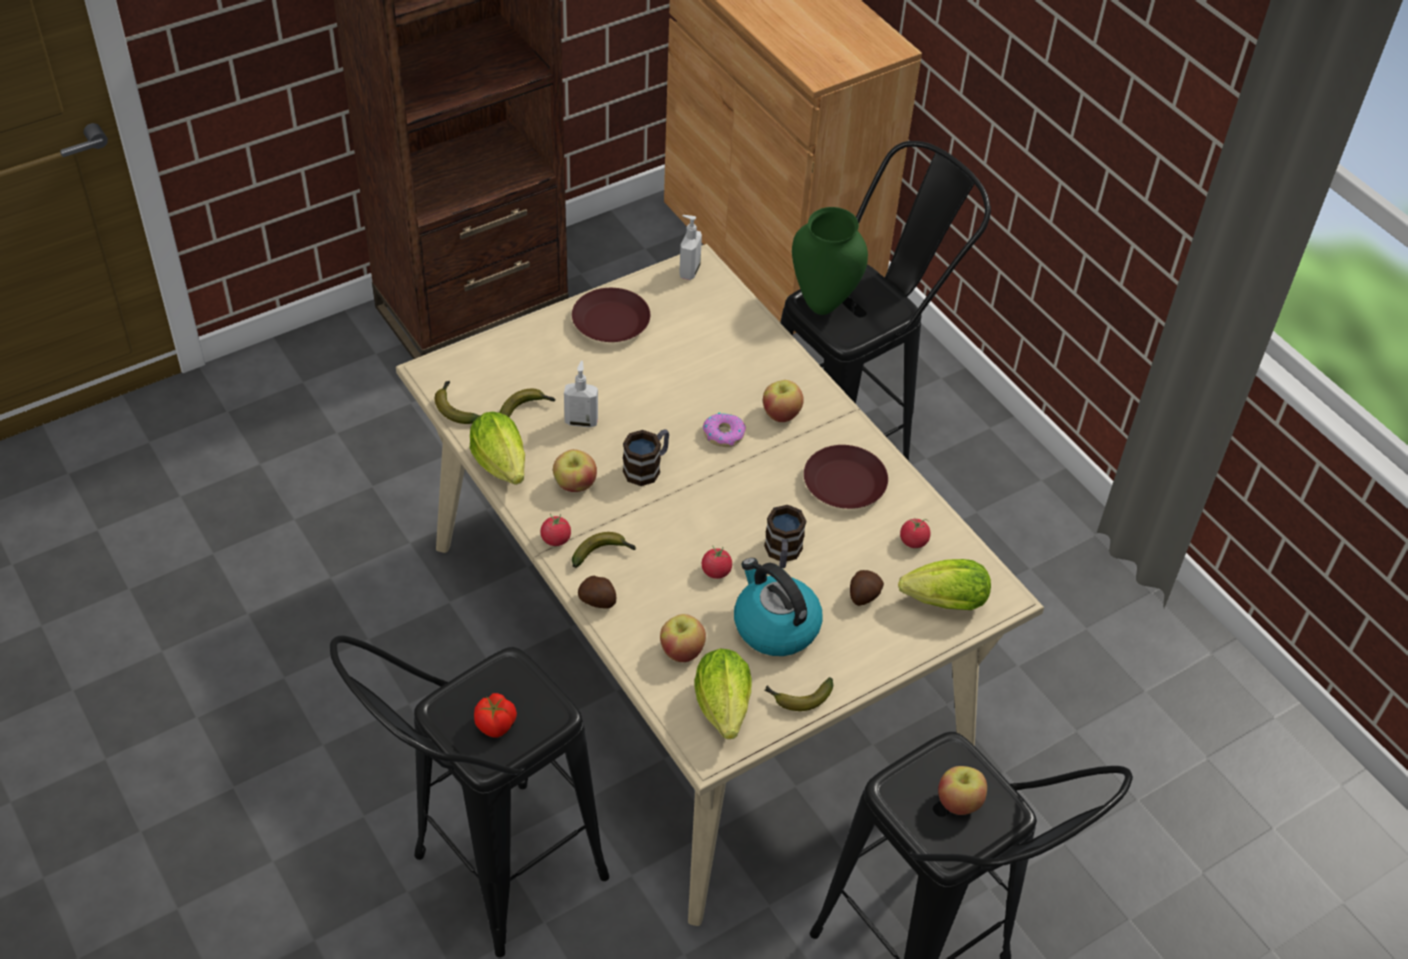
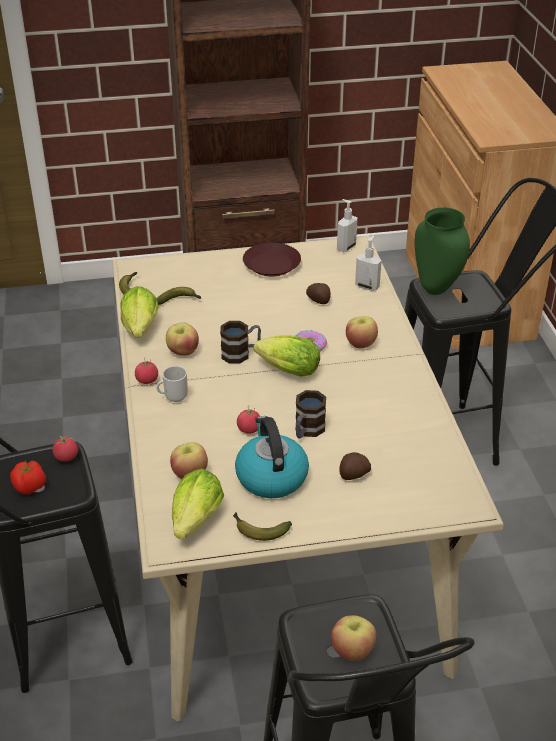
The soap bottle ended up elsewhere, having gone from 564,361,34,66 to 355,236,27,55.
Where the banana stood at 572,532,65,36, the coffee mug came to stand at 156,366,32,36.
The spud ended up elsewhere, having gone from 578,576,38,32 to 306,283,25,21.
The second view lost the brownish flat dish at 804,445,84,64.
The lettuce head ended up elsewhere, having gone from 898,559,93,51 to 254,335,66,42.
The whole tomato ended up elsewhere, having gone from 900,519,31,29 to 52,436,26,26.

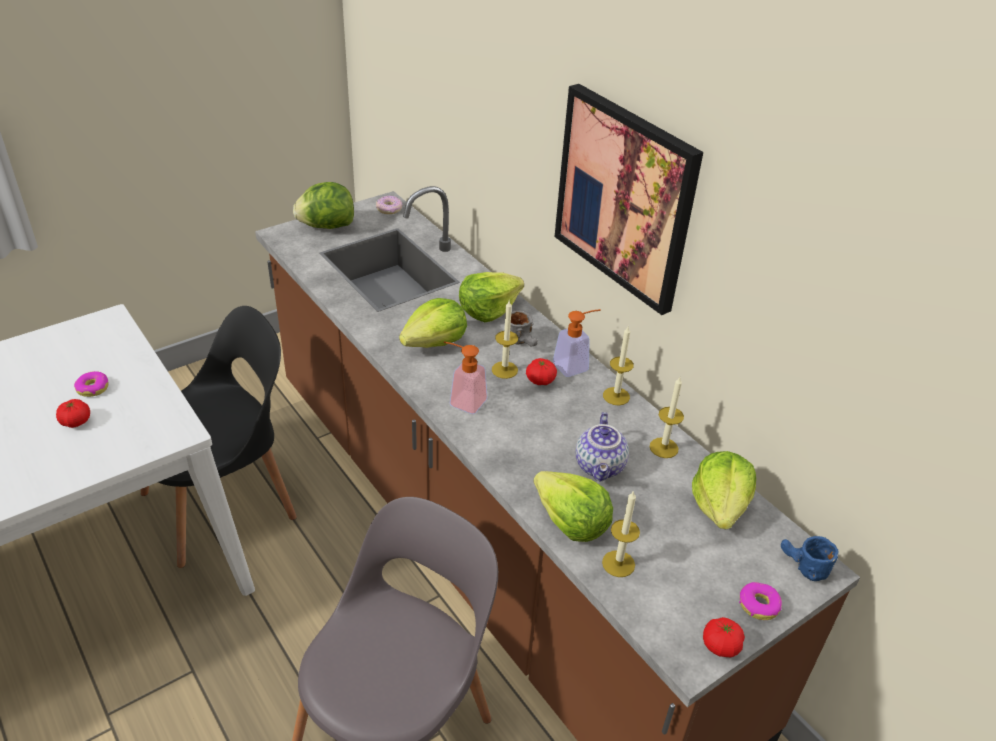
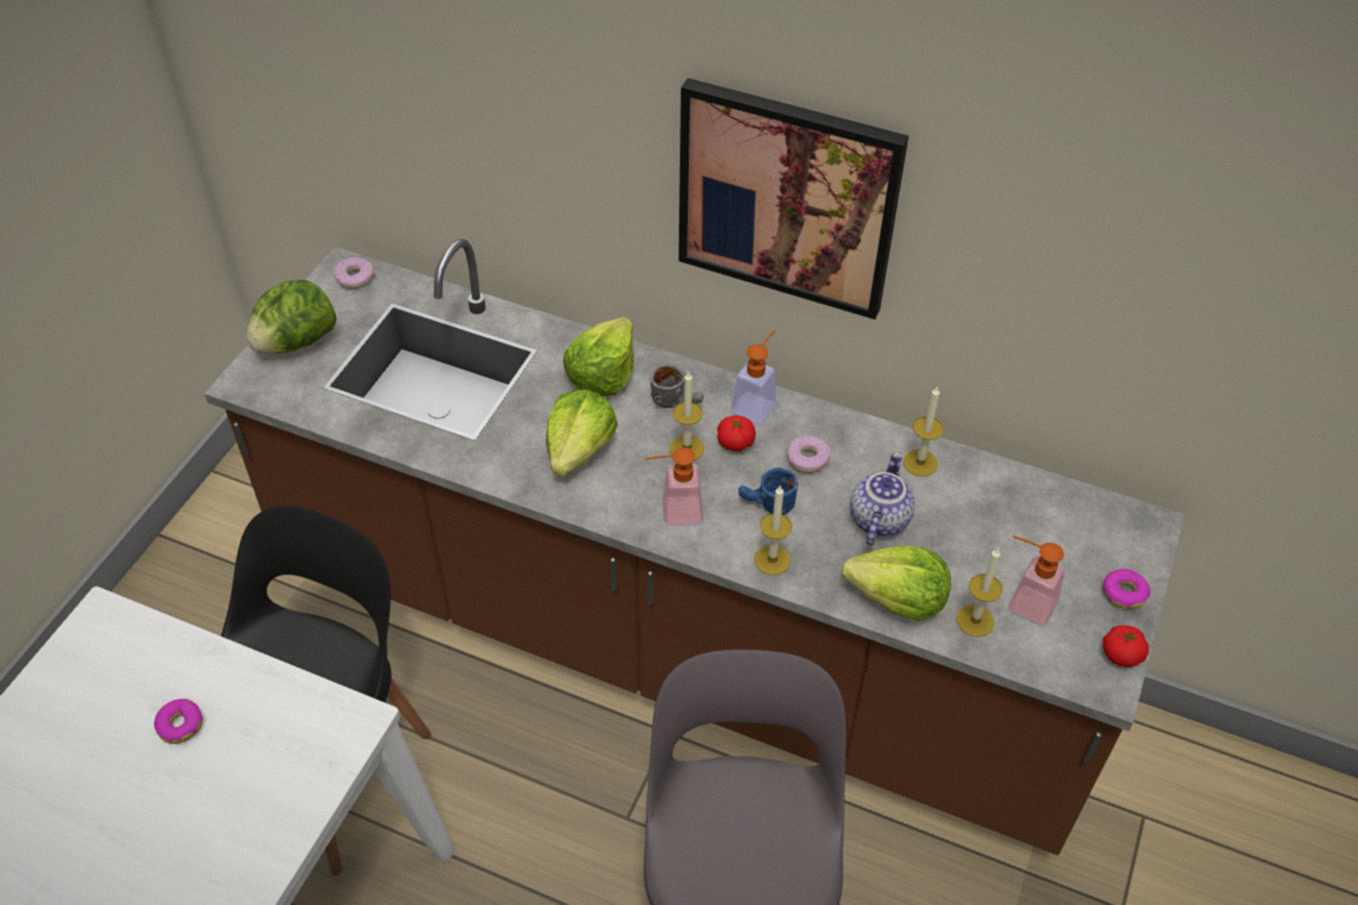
The second view lost the whole tomato at 56,399,34,29.
The pot for tea at 576,412,53,70 ended up facing another way, 135 degrees counterclockwise from before.
The wax light ended up elsewhere, having gone from 603,327,31,78 to 754,486,38,89.
The second view lost the lettuce head at 692,451,64,79.
The bluish coffee mug ended up elsewhere, having gone from 781,536,58,45 to 738,467,60,48.
The second view gained the ring doughnut at 787,436,44,37.
The second view gained the soap bottle at 1008,535,57,91.

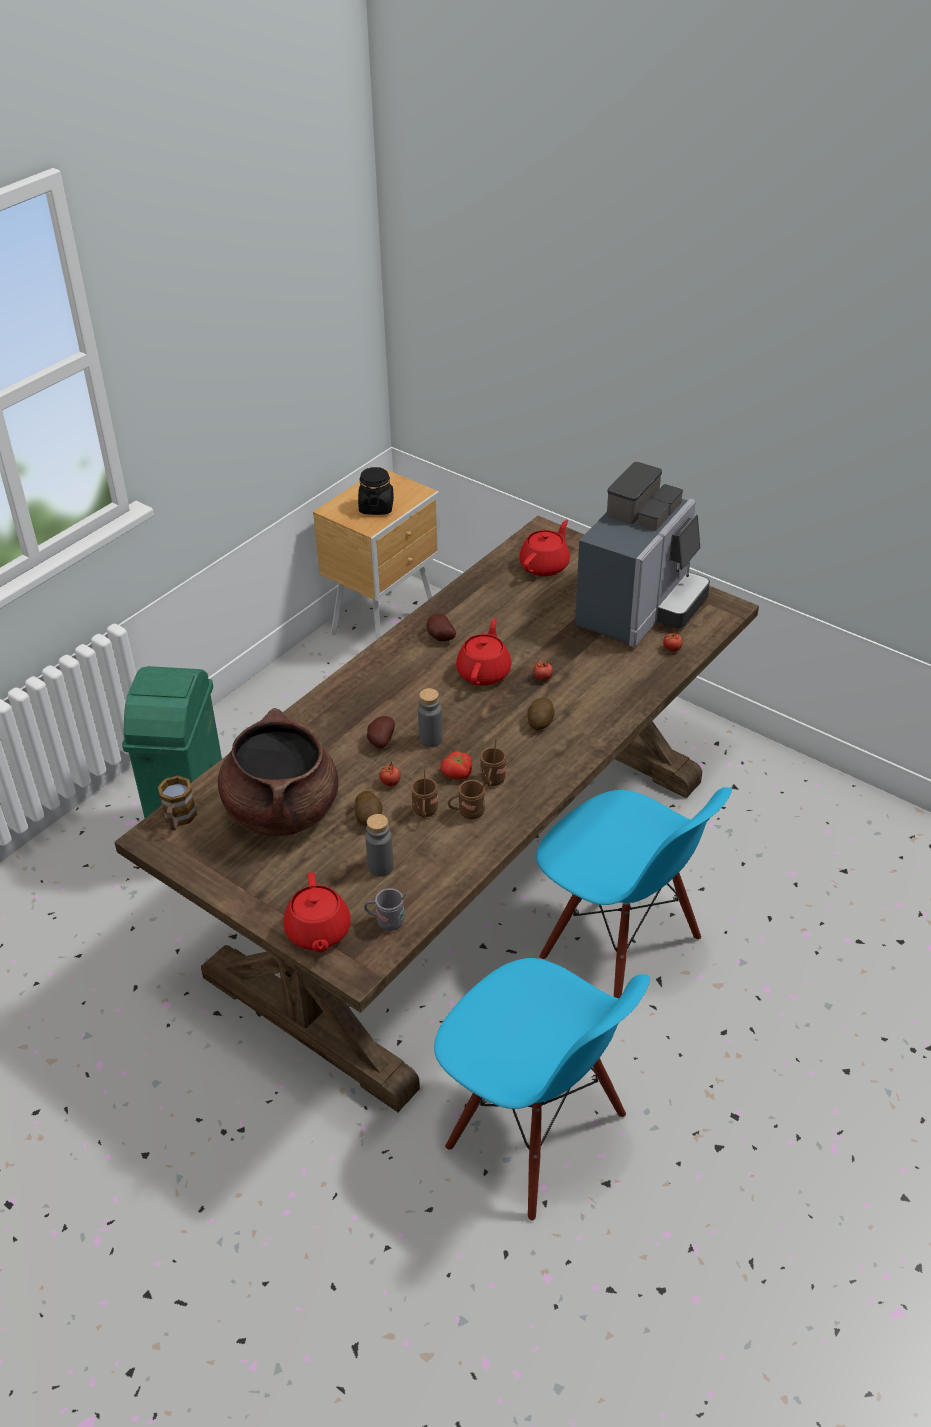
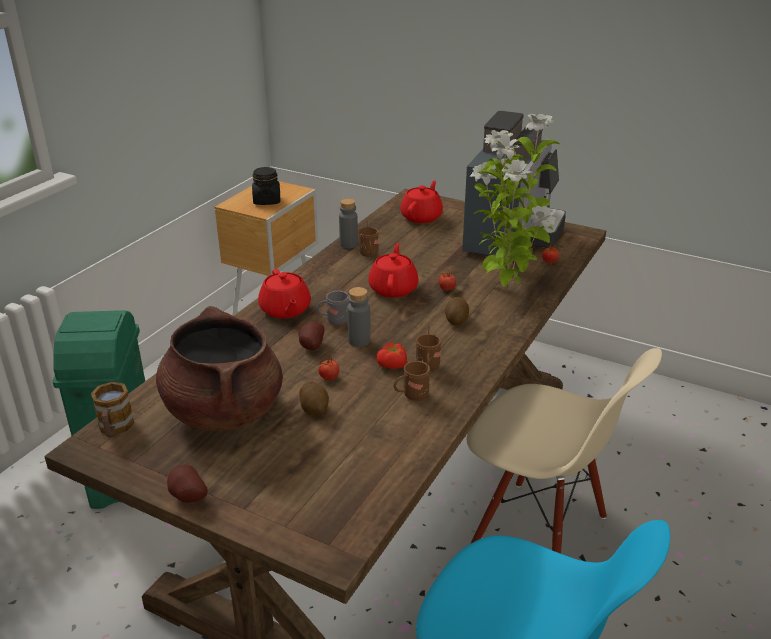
The red-coloured pot for tea ended up elsewhere, having gone from 283,872,68,80 to 258,269,53,50.
The grey coffee mug ended up elsewhere, having gone from 364,888,42,43 to 317,291,32,34.
The grey drink bottle ended up elsewhere, having gone from 365,814,29,63 to 339,199,19,49.
The brownish coffee mug ended up elsewhere, having gone from 411,769,27,49 to 359,221,20,36.
The spud ended up elsewhere, having gone from 427,614,29,27 to 167,465,41,38.
What was the bluish chair at 536,787,196,211 turned into the beige-coloured chair at 467,348,195,206.
The second view gained the potted plant at 470,114,90,176.

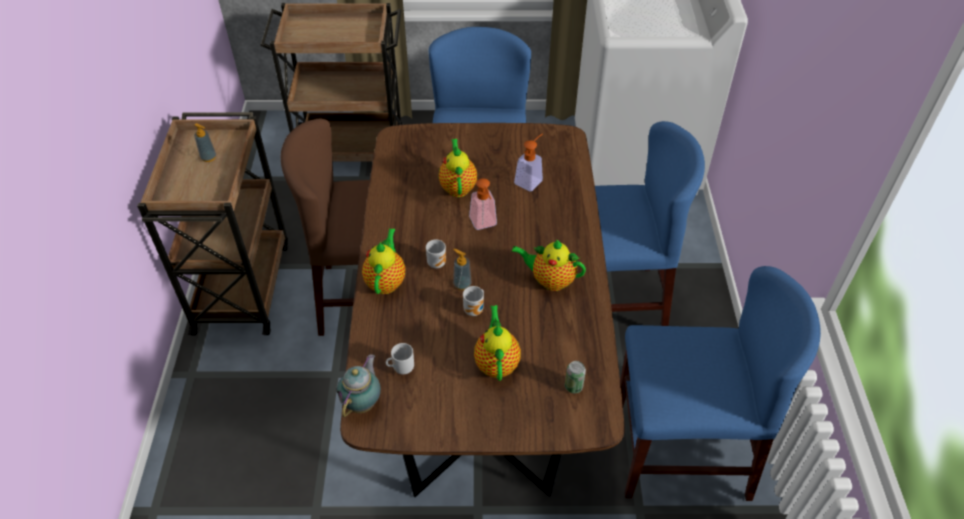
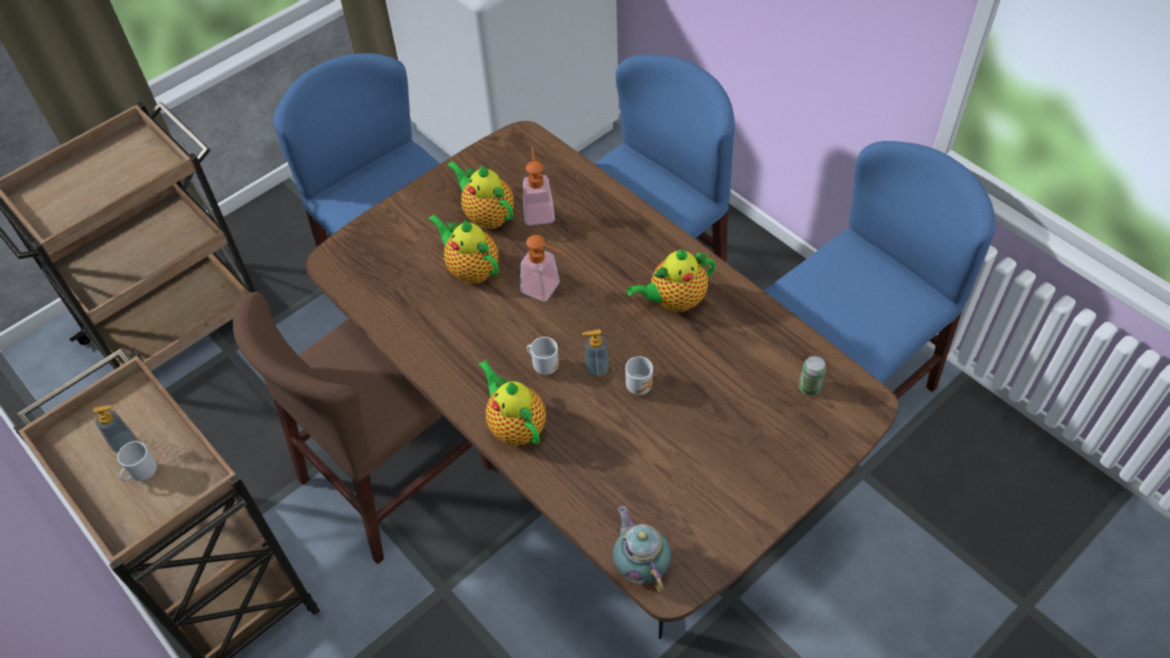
The coffee mug ended up elsewhere, having gone from 386,343,28,31 to 117,441,40,40.
The pot for tea ended up elsewhere, having gone from 474,305,47,76 to 447,161,67,68.

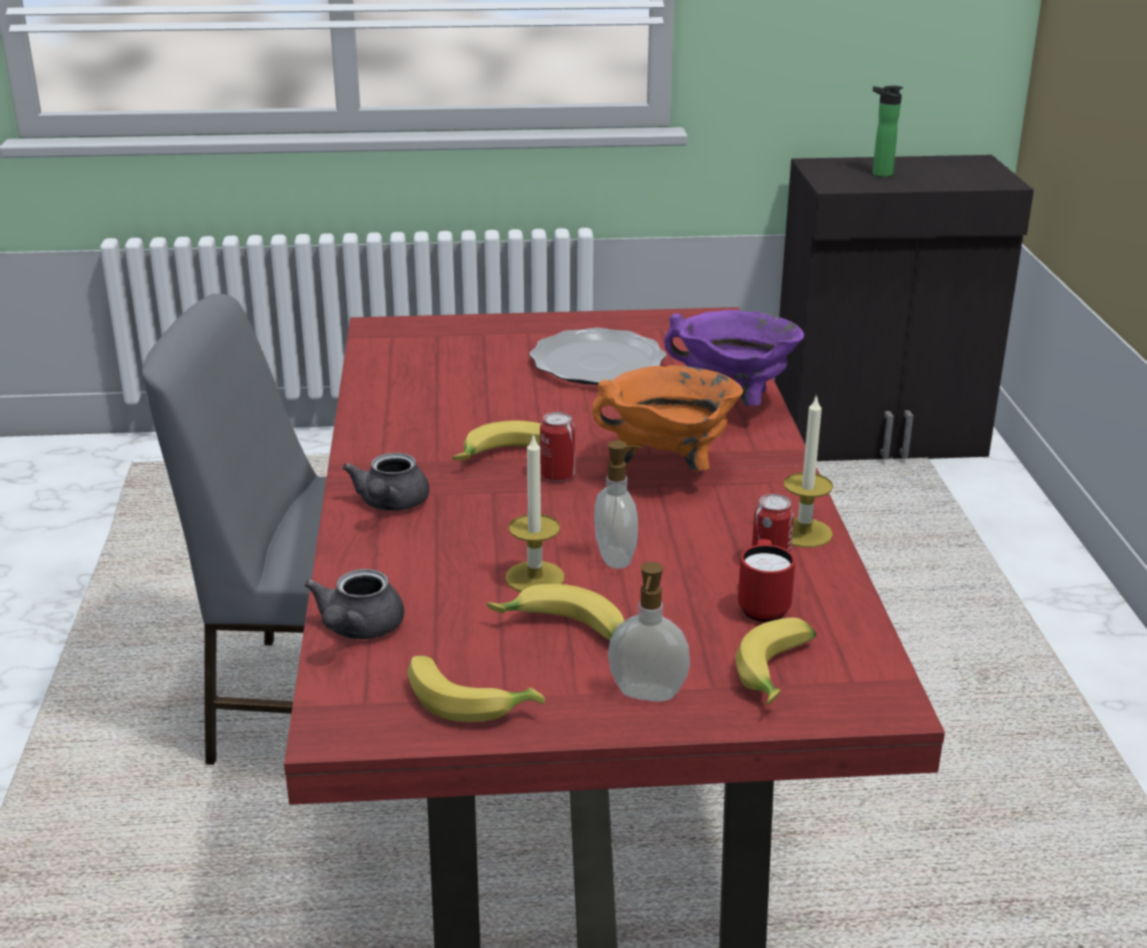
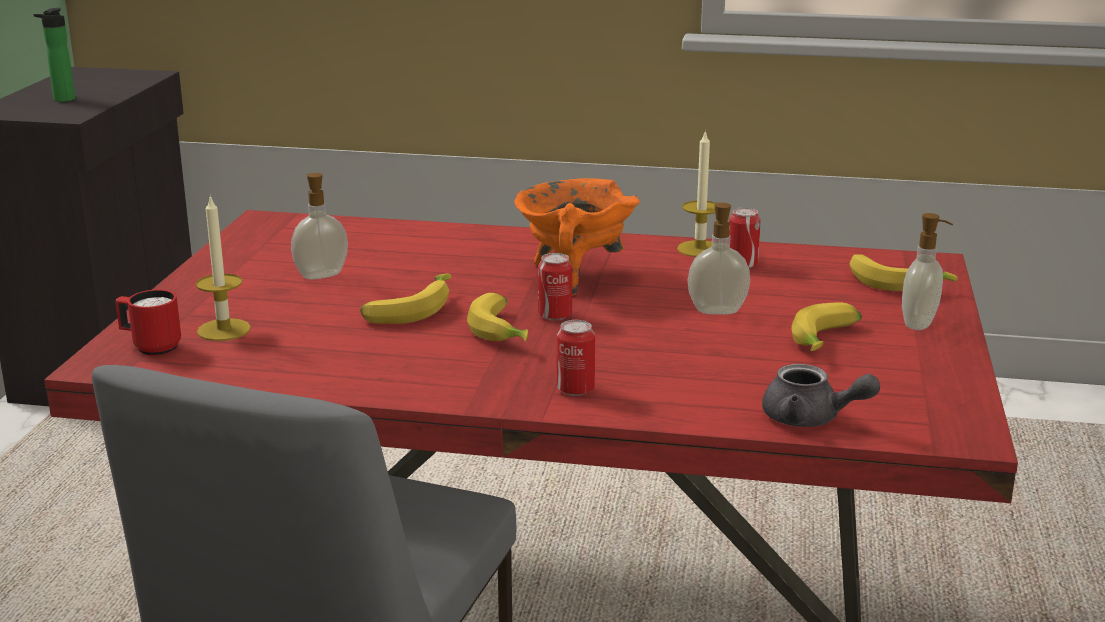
Where the grey pot for tea stood at 342,453,87,58, the can came to stand at 556,320,39,76.
The banana ended up elsewhere, having gone from 408,655,137,67 to 360,273,91,51.
The wax light ended up elsewhere, having gone from 505,433,60,159 to 196,194,55,147.
Where the flat dish stood at 529,328,137,57, the soap bottle came to stand at 291,173,57,107.
The second view lost the purplish stockpot at 664,310,140,96.
The red-coloured coffee mug ended up elsewhere, having gone from 738,539,57,83 to 115,289,66,67.

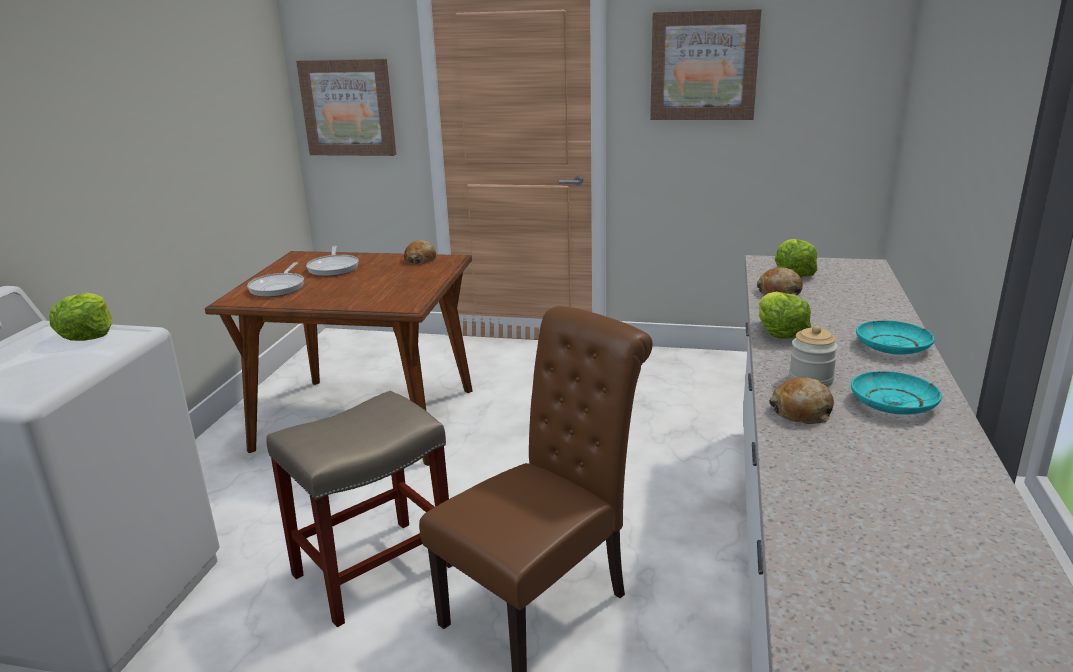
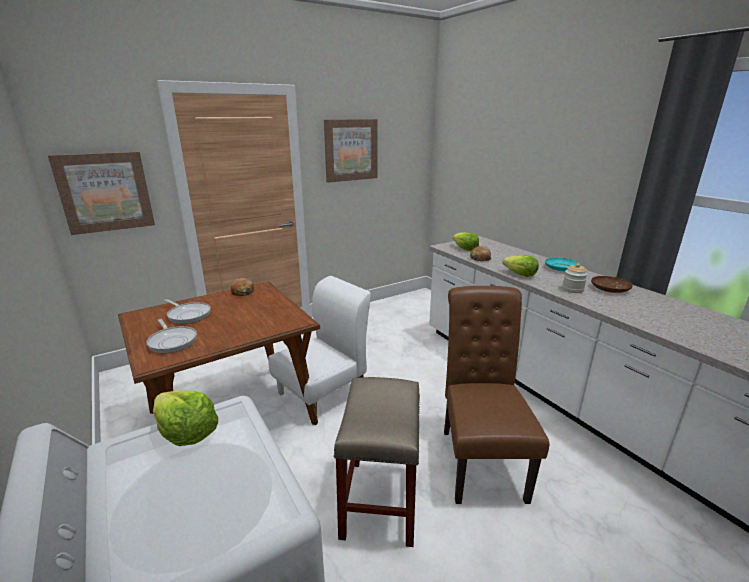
The second view lost the baked bread at 769,377,65,47.
What was the turquoise-coloured flat dish at 851,371,91,44 turned into the brownish flat dish at 591,276,41,17.
The second view gained the white-coloured chair at 268,276,103,138.

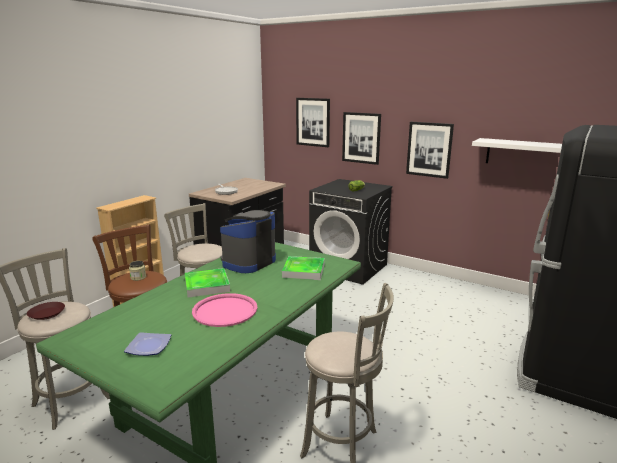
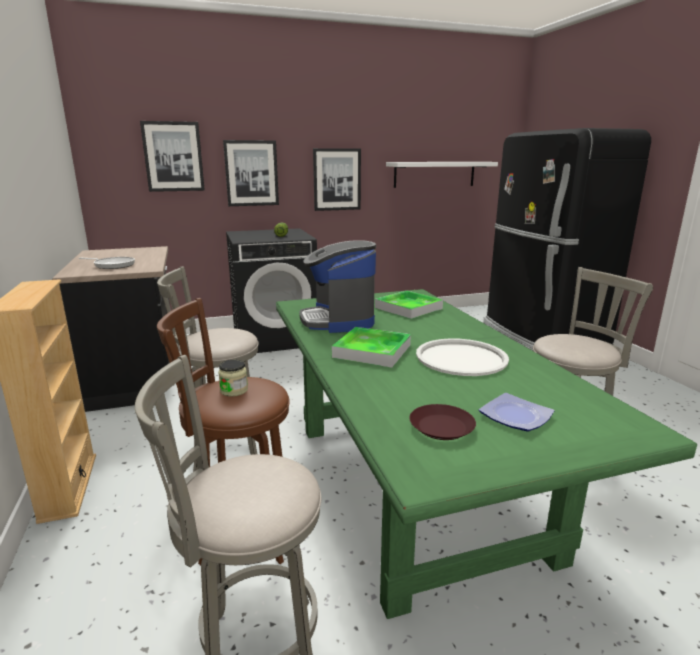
The brownish flat dish ended up elsewhere, having gone from 27,302,38,18 to 409,404,67,36.
What was the pink carrying tray at 192,293,65,34 turned into the white-coloured carrying tray at 416,338,93,38.

